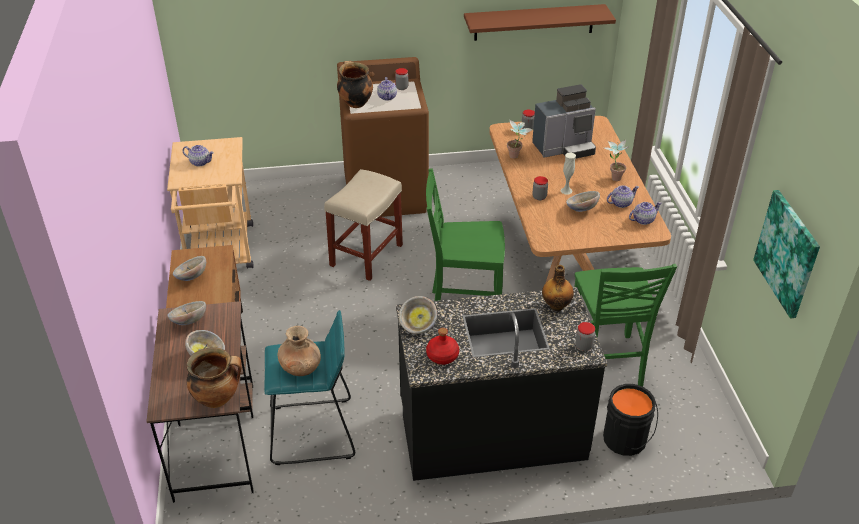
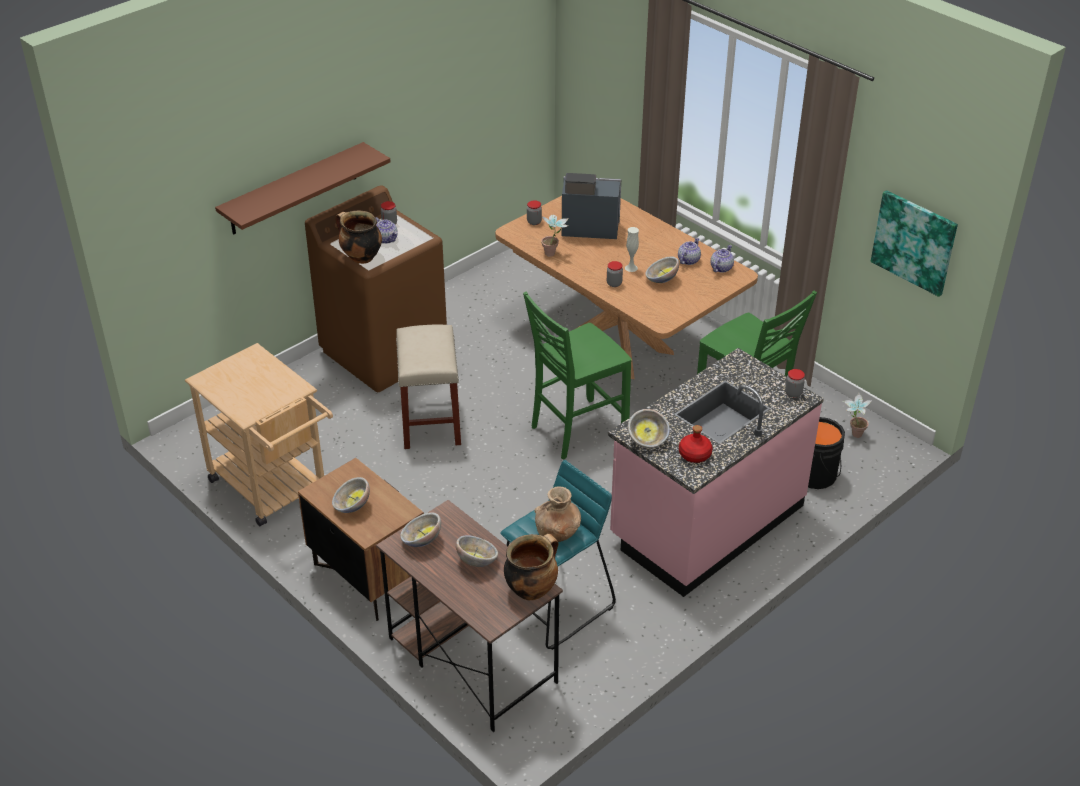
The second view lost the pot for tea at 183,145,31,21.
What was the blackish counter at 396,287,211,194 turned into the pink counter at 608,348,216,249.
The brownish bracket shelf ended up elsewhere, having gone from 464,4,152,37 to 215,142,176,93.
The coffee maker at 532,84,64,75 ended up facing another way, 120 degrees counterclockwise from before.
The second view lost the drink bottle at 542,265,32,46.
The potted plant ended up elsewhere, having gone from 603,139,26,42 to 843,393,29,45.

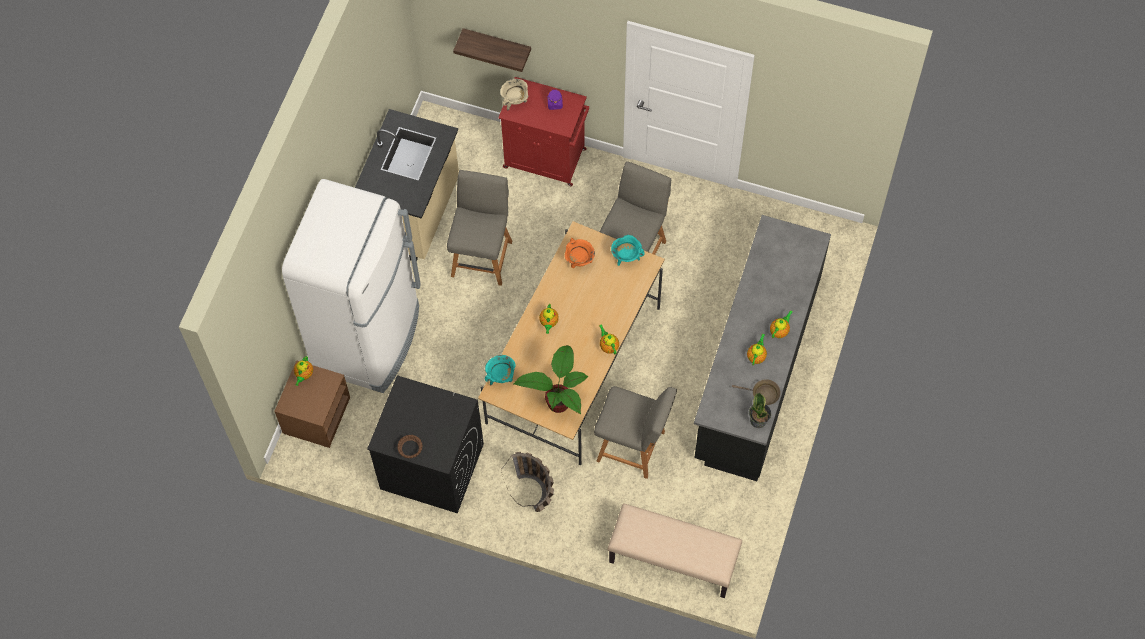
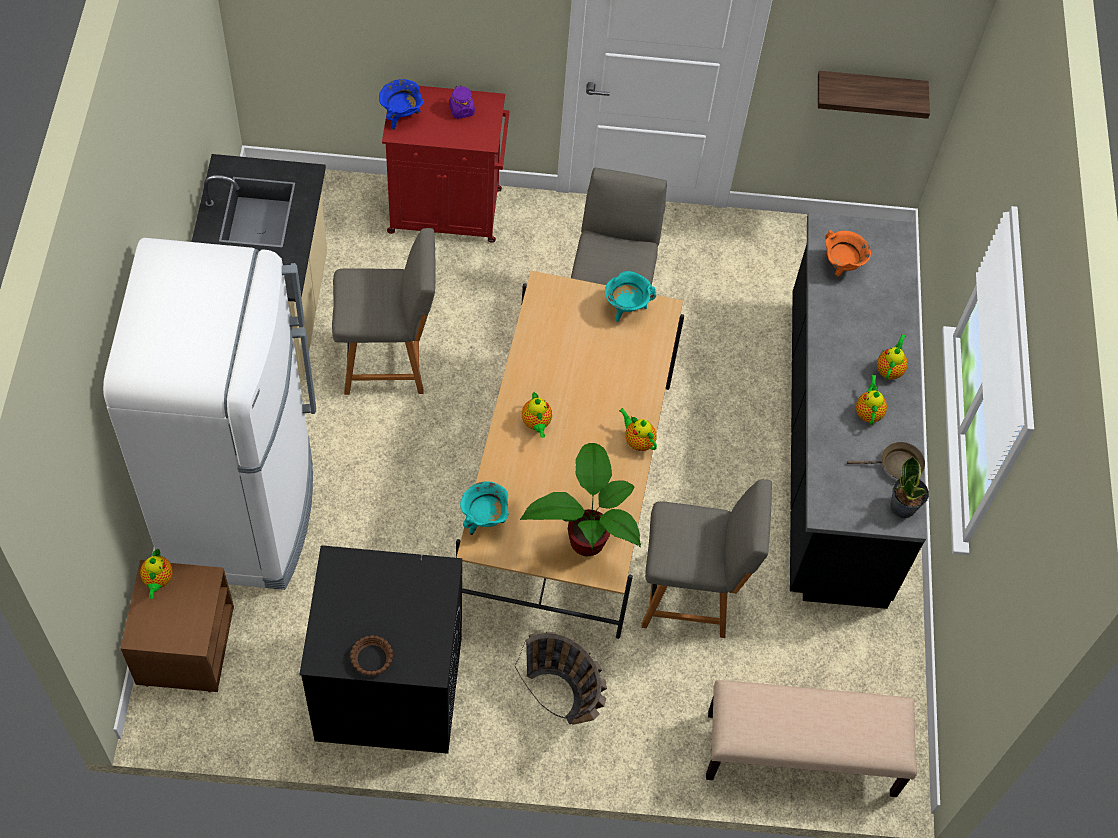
The grey chair at 447,170,65,116 ended up facing another way, 90 degrees clockwise from before.
The bracket shelf ended up elsewhere, having gone from 453,28,78,44 to 818,71,112,48.
What was the beige-coloured stockpot at 500,79,28,32 turned into the bluish stockpot at 379,79,44,51.
The orangey stockpot ended up elsewhere, having gone from 565,238,30,30 to 825,230,46,46.

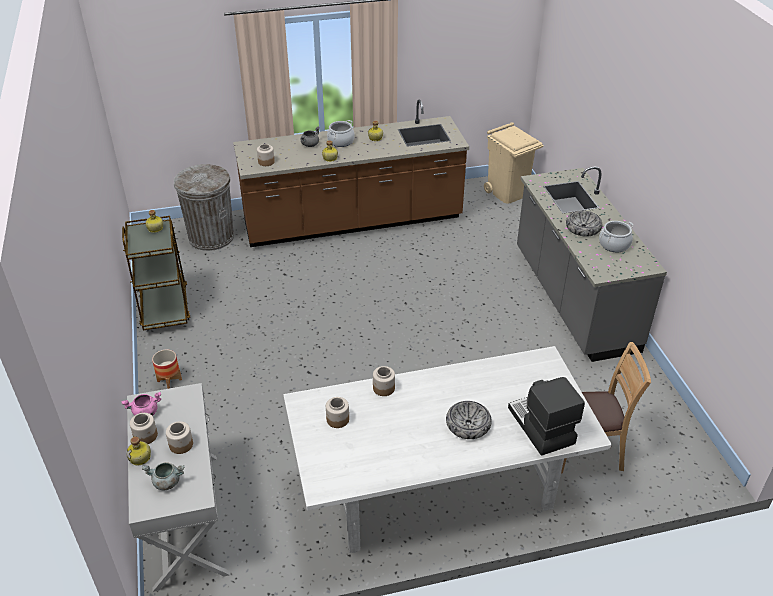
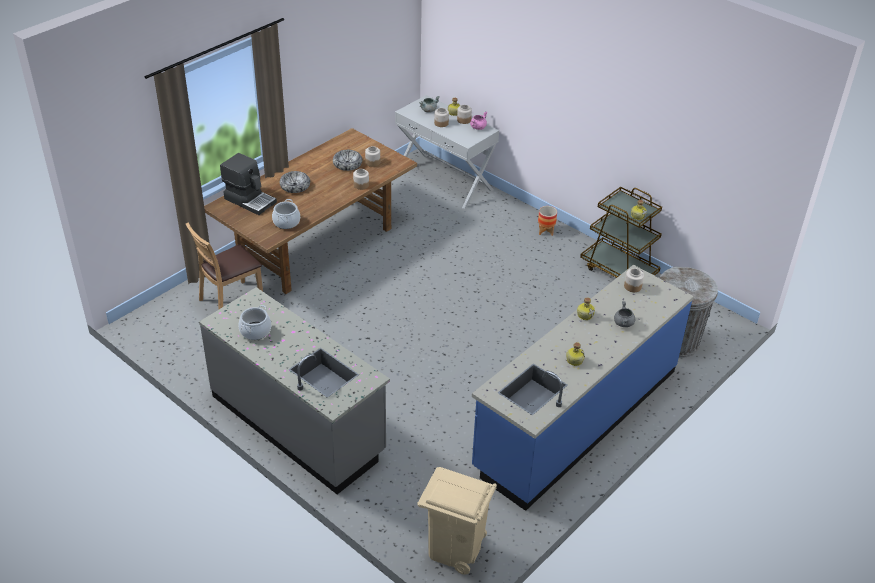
What was the brownish counter at 233,99,236,148 turned into the bluish counter at 472,265,222,246.
What was the white-coloured kitchen table at 283,346,329,207 turned into the brownish kitchen table at 204,128,213,166.
The stockpot ended up elsewhere, having gone from 327,120,28,27 to 272,199,28,30.
The bowl ended up elsewhere, having gone from 566,210,36,27 to 333,150,29,21.

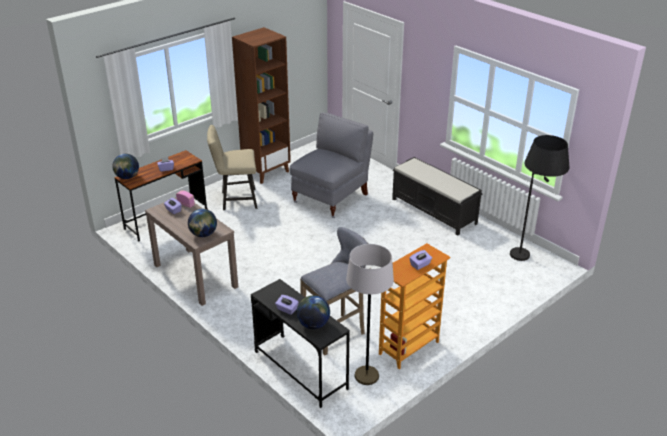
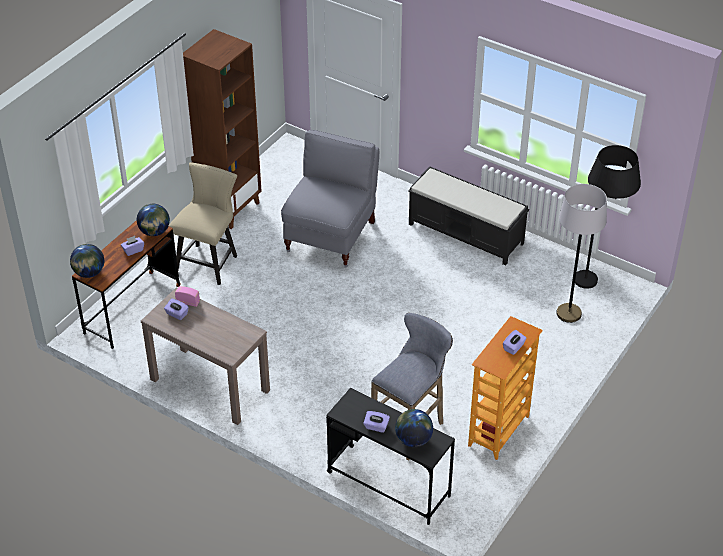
The globe ended up elsewhere, having gone from 188,209,29,28 to 137,204,33,32.
The beige-coloured chair at 207,125,50,85 ended up facing another way, 135 degrees clockwise from before.
The grey standard lamp ended up elsewhere, having gone from 346,244,48,141 to 556,184,51,139.

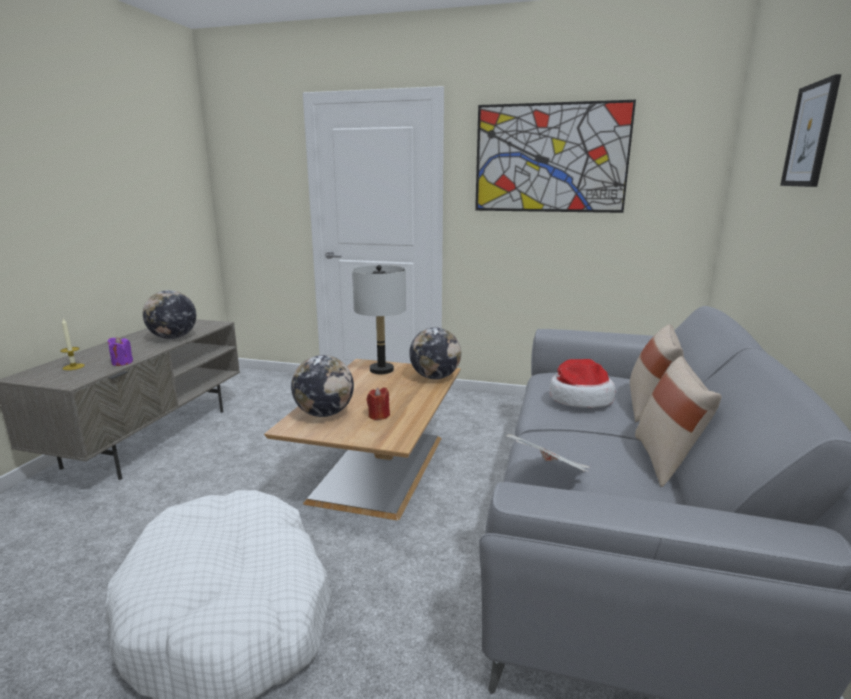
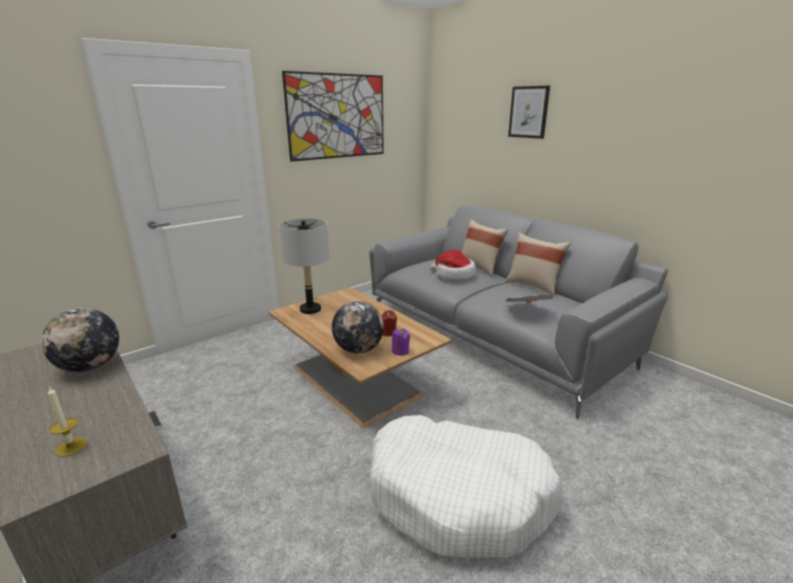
The purplish wax light ended up elsewhere, having gone from 108,337,25,29 to 392,328,18,28.
The second view lost the globe at 409,327,52,52.

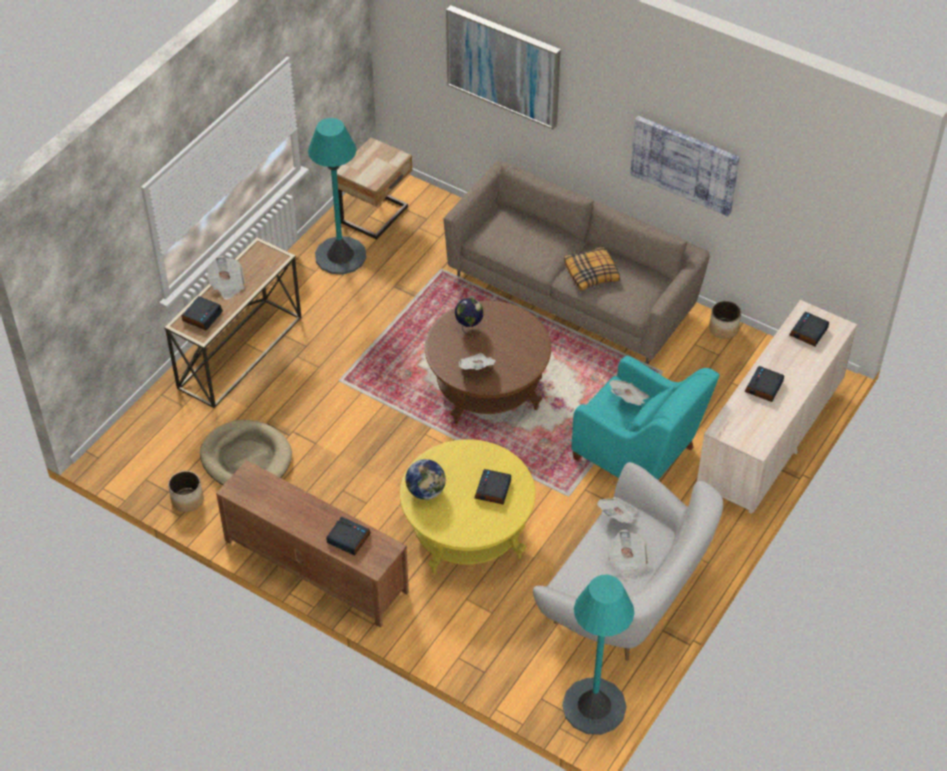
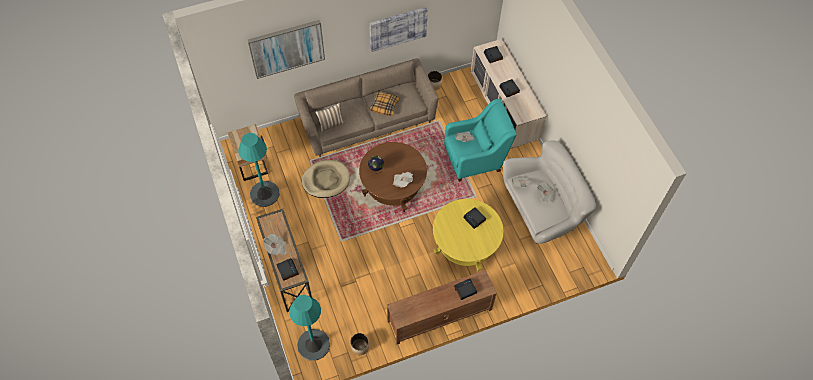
The beige-coloured pet bed ended up elsewhere, having gone from 200,420,92,65 to 302,160,48,38.
The second view lost the globe at 405,459,41,41.
The turquoise-coloured standard lamp ended up elsewhere, having gone from 562,575,72,160 to 289,295,41,66.
The second view gained the cushion at 315,102,30,30.

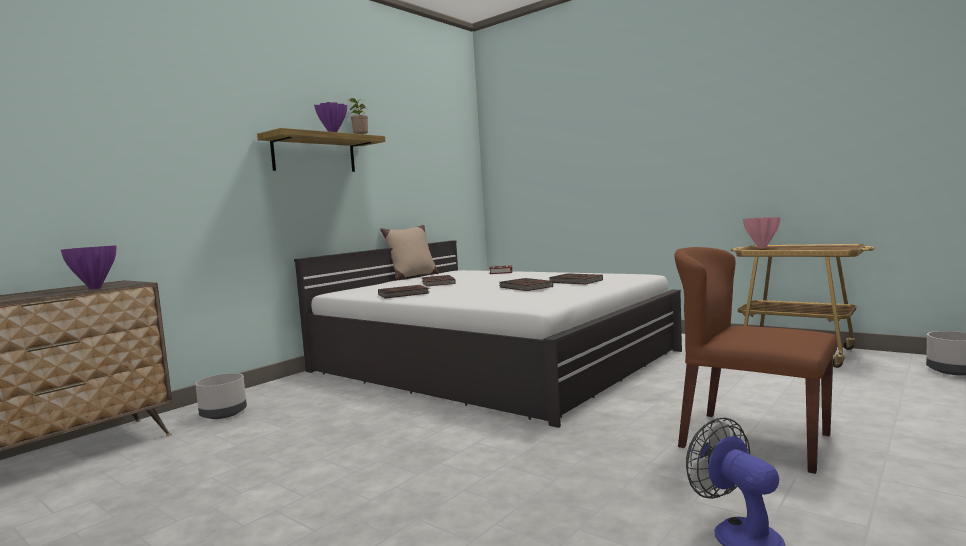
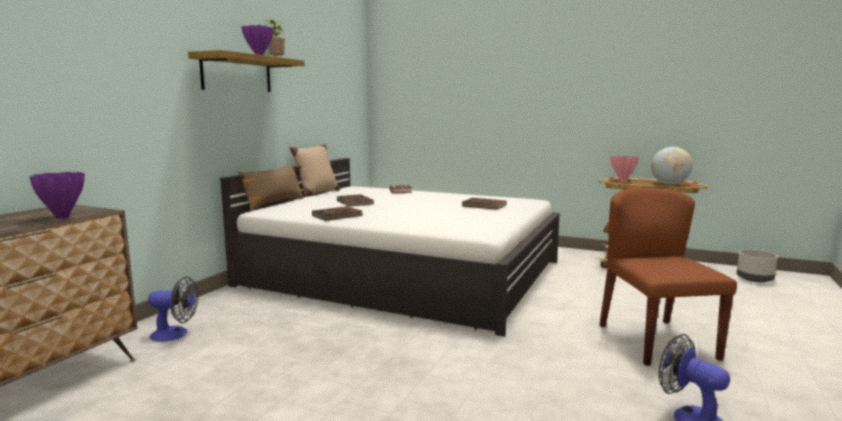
Where the grey plant pot stood at 195,373,52,46, the fan came to stand at 148,276,50,66.
The second view lost the brownish volume at 499,278,54,13.
The brownish chair at 674,247,163,227 ended up facing another way, 60 degrees clockwise from before.
The second view gained the brownish cushion at 239,164,65,47.
The second view gained the globe at 651,147,42,38.

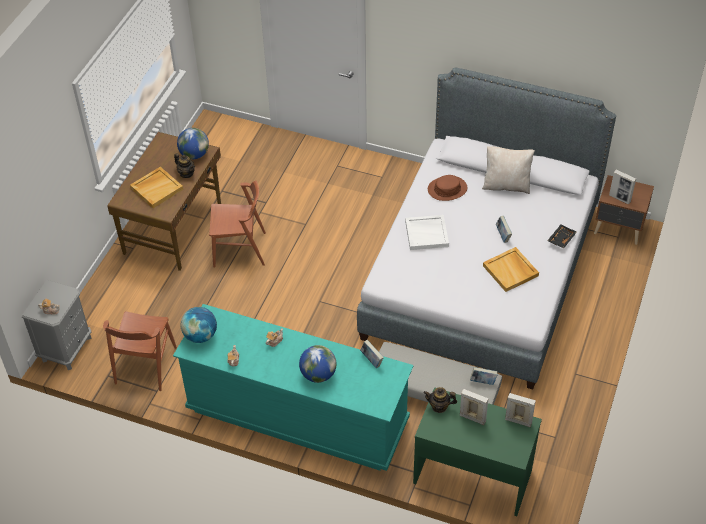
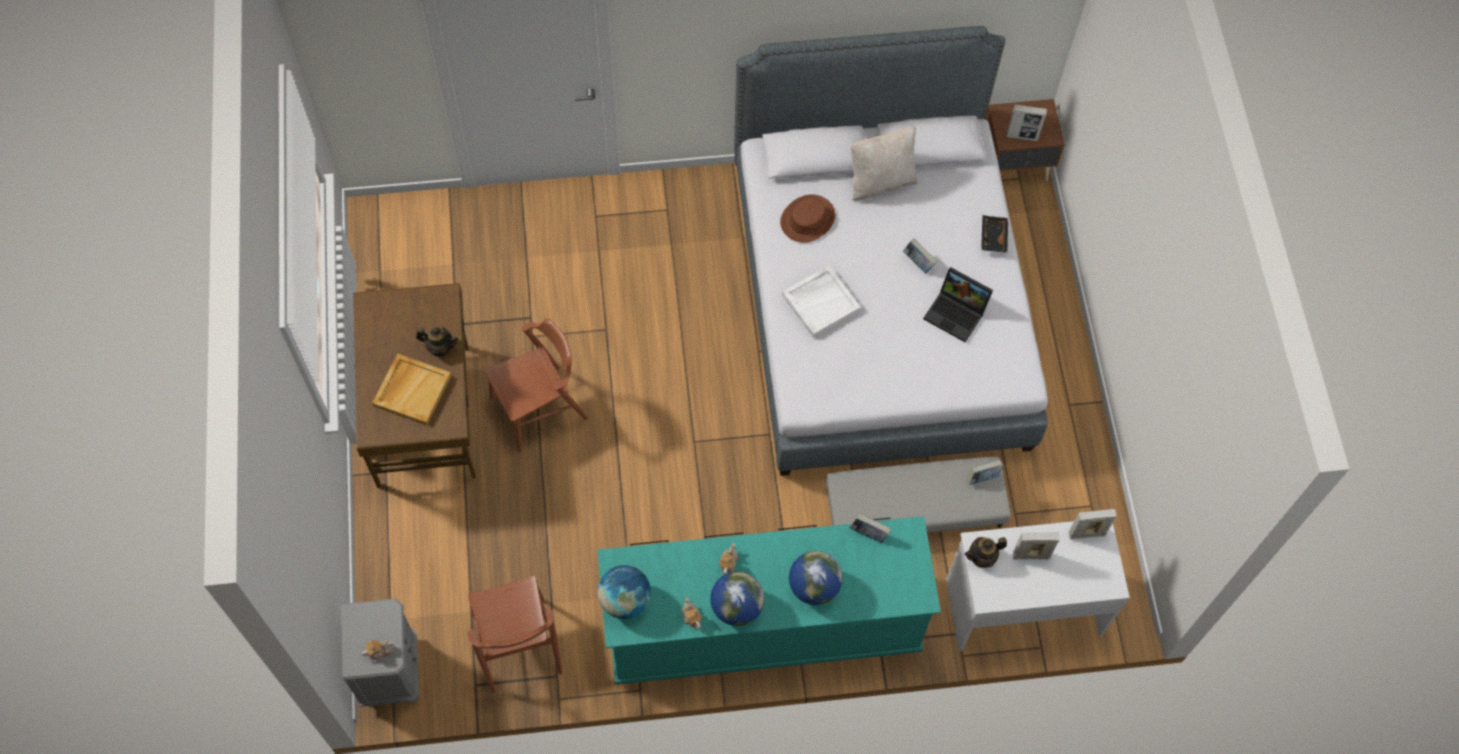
The globe ended up elsewhere, having gone from 177,128,32,31 to 710,572,54,54.
What was the green desk at 413,387,129,129 turned into the white-coloured desk at 946,521,184,130.
Where the beige-coloured carrying tray stood at 483,247,56,45, the portable computer came to stand at 923,267,70,75.

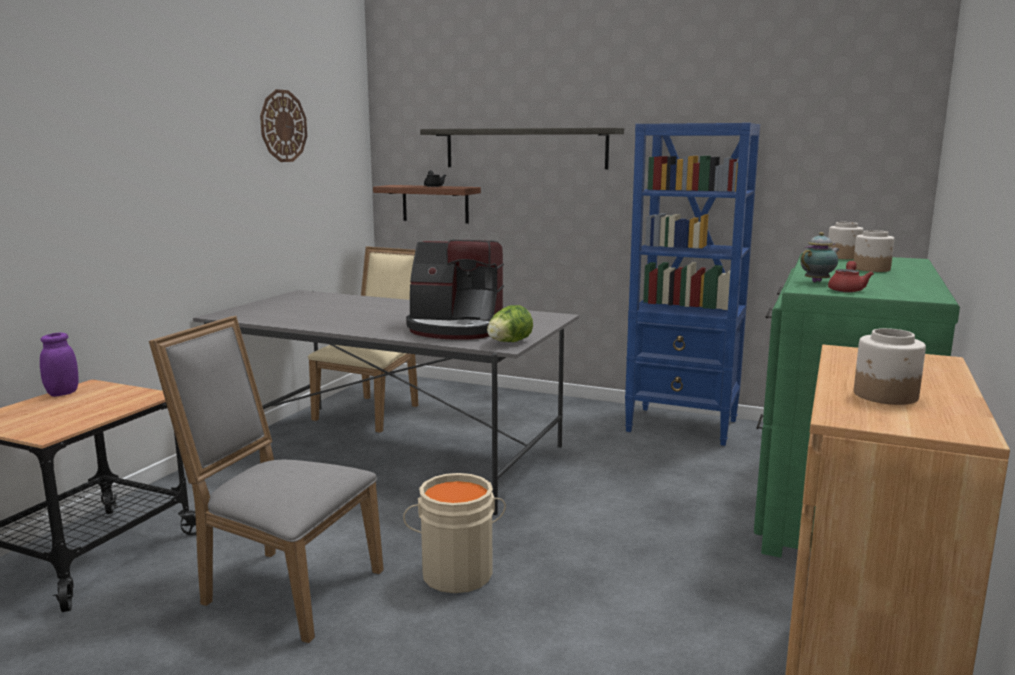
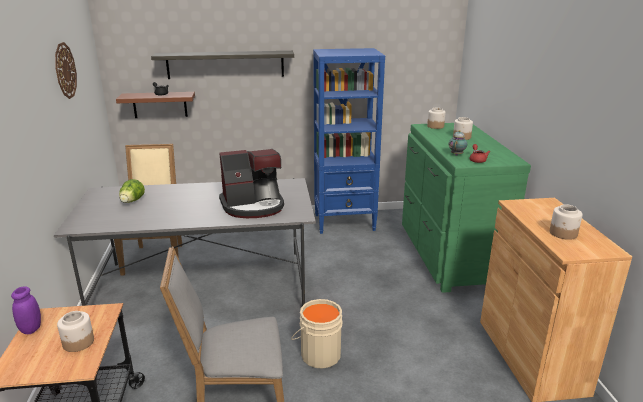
The lettuce head ended up elsewhere, having gone from 487,305,46,37 to 119,179,26,24.
The second view gained the storage jar at 57,311,37,41.

